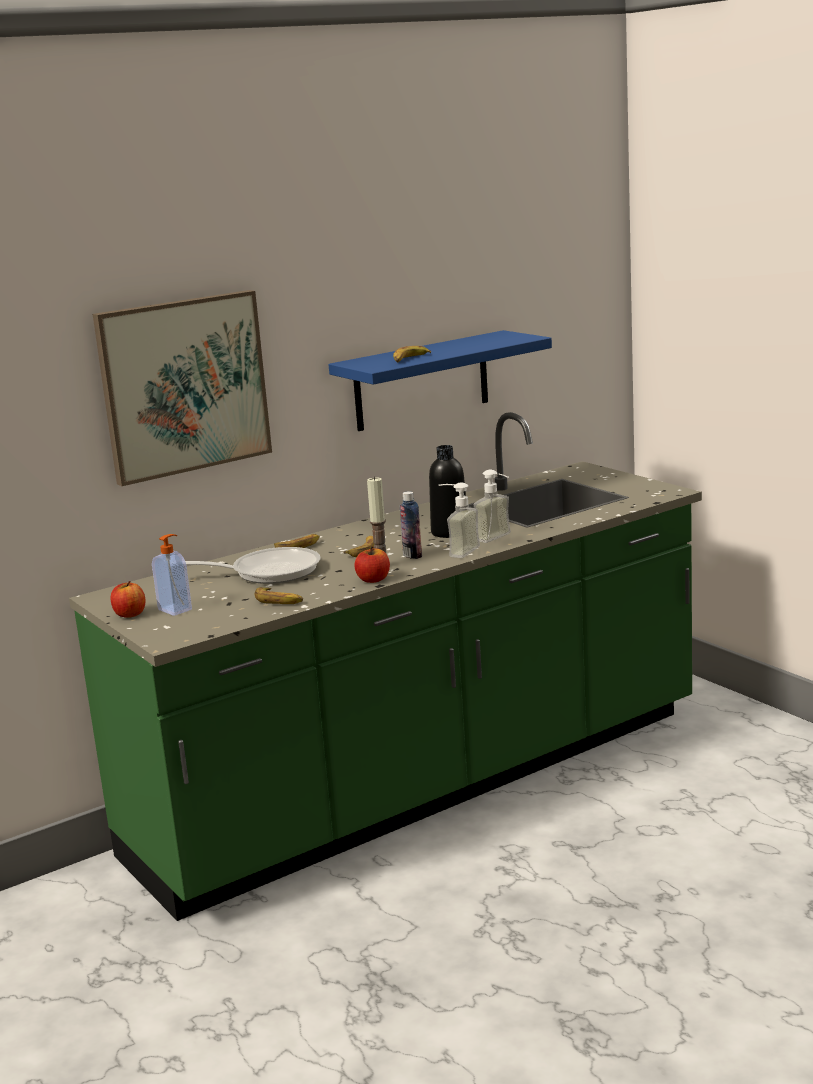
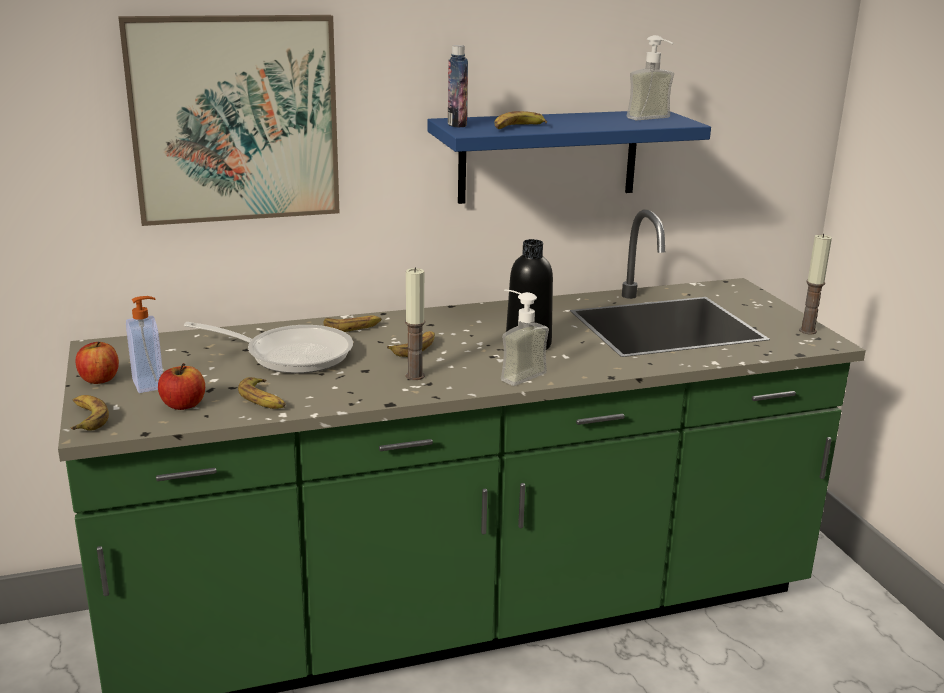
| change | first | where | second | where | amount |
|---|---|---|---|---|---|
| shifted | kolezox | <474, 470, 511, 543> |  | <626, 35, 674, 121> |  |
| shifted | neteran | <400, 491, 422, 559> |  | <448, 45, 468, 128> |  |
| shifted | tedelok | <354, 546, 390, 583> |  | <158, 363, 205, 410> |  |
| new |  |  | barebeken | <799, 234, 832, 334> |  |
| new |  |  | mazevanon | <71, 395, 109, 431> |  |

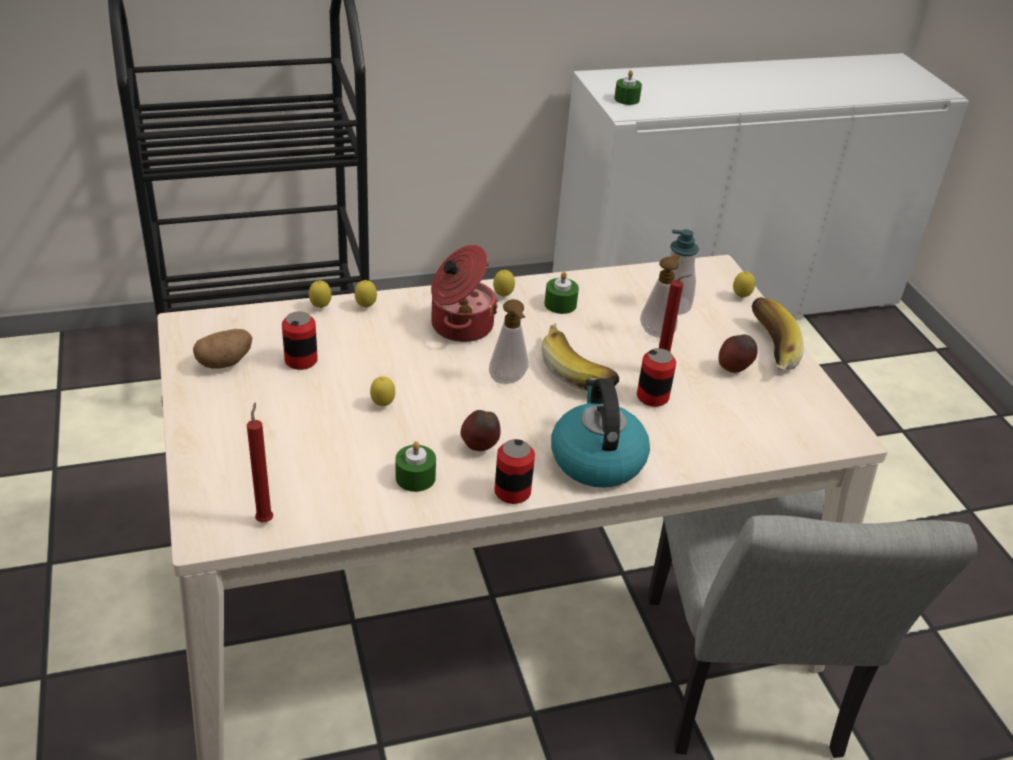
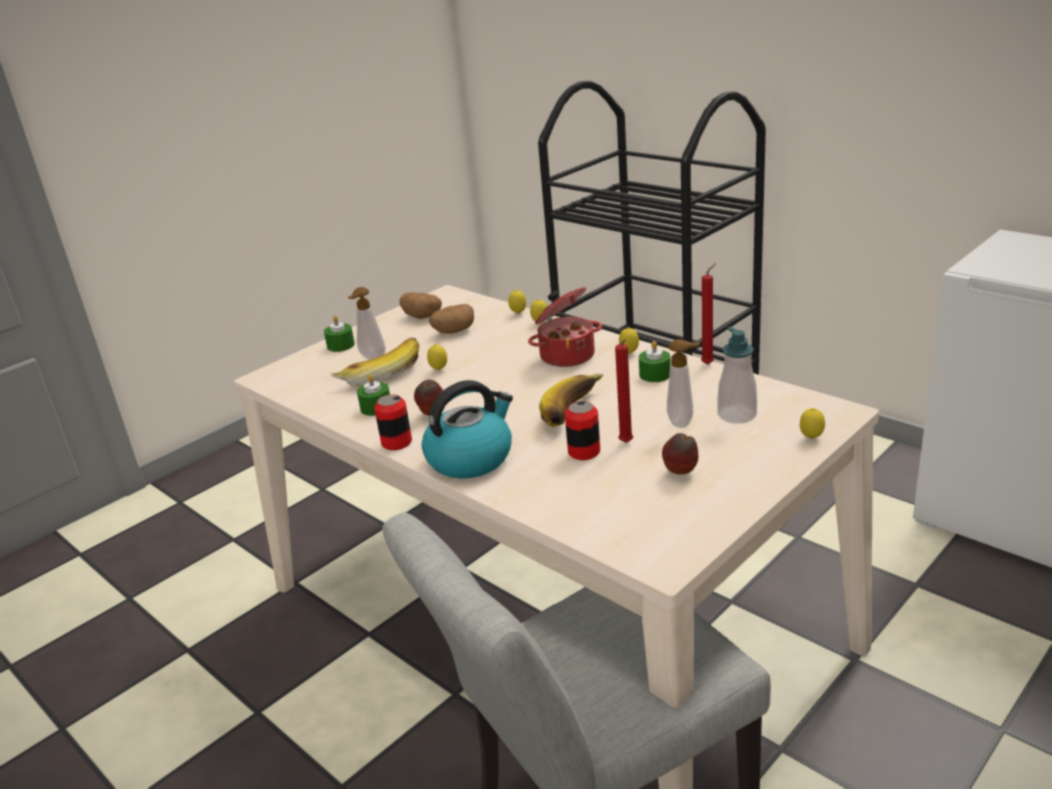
| change | first | where | second | where | amount |
|---|---|---|---|---|---|
| shifted | green_barebeken | <614, 70, 642, 105> |  | <324, 315, 355, 352> |  |
| shifted | mazevanon | <752, 297, 804, 370> |  | <331, 337, 419, 387> |  |
| shifted | kolezox | <489, 299, 529, 384> |  | <348, 287, 386, 360> |  |
| swapped | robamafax | <282, 312, 318, 370> | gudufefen | <429, 304, 474, 334> |  |
| shifted | red_barebeken | <247, 402, 273, 523> |  | <701, 263, 716, 365> |  |

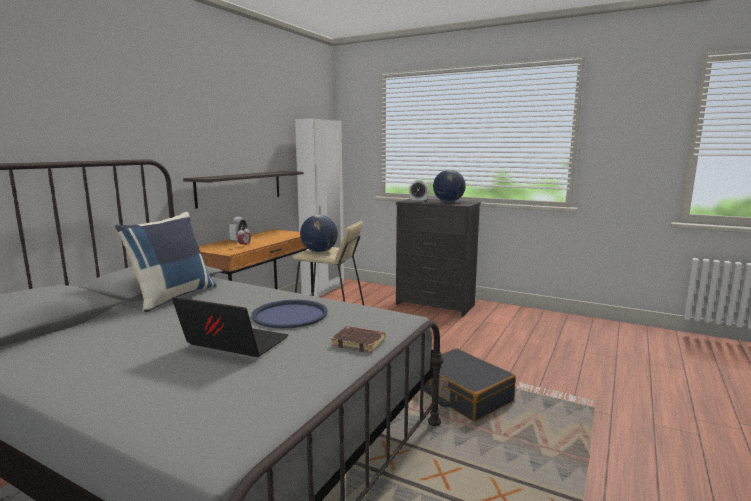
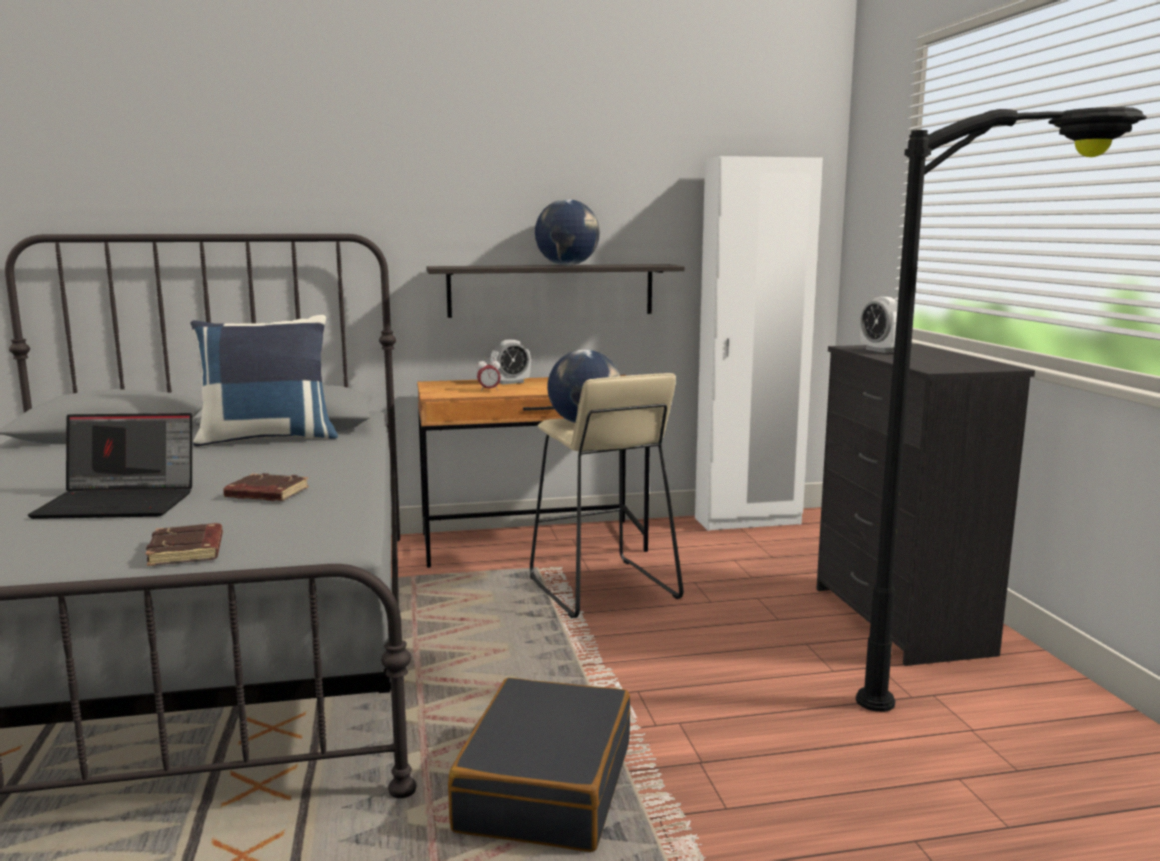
| change | first | where | second | where | amount |
|---|---|---|---|---|---|
| shifted | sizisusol | <433, 170, 466, 202> |  | <535, 199, 600, 266> |  |
| rotated | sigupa | <172, 297, 288, 357> |  | <28, 413, 192, 519> | 105 degrees clockwise |
| swapped | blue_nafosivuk | <251, 300, 328, 328> | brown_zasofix | <223, 473, 309, 501> |  |
| new |  |  | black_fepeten | <856, 107, 1147, 712> |  |

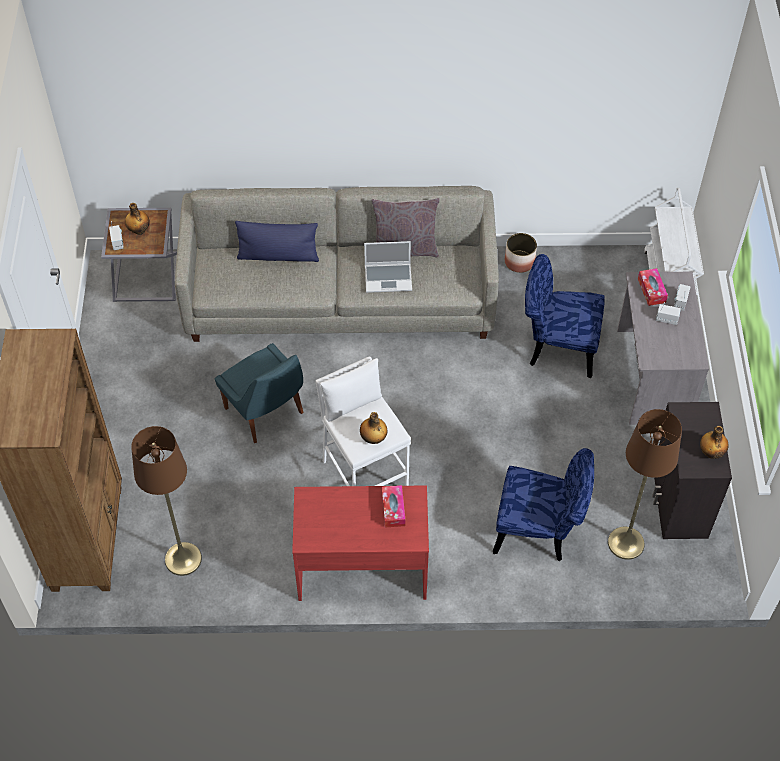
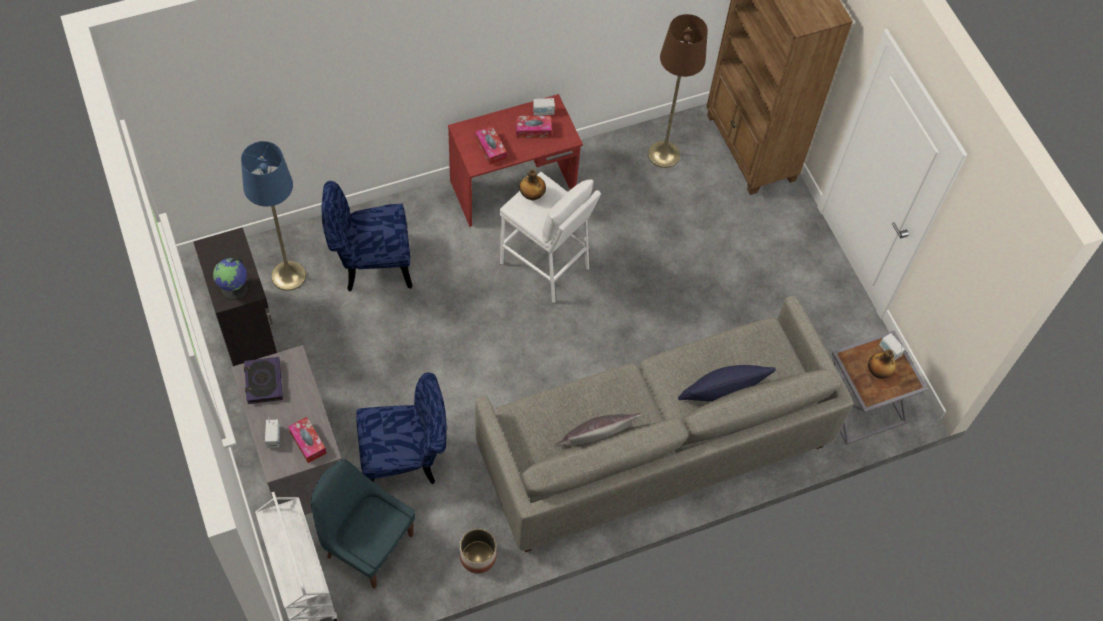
| change | first | where | second | where | amount |
|---|---|---|---|---|---|
| gone | sigupa | <364, 241, 412, 293> |  |  |  |
| shifted | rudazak | <656, 302, 681, 325> |  | <533, 96, 555, 116> |  |
| shifted | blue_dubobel | <215, 343, 303, 443> |  | <310, 459, 415, 589> |  |
| repainted | brown_fepeten | <608, 409, 682, 560> | blue_fepeten | <241, 141, 306, 291> |  |
| gone | neteran | <700, 426, 729, 459> |  |  |  |
| new |  |  | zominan | <516, 115, 552, 138> |  |
| new |  |  | sizisusol | <213, 258, 247, 300> |  |
| new |  |  | zasofix | <244, 357, 283, 404> |  |

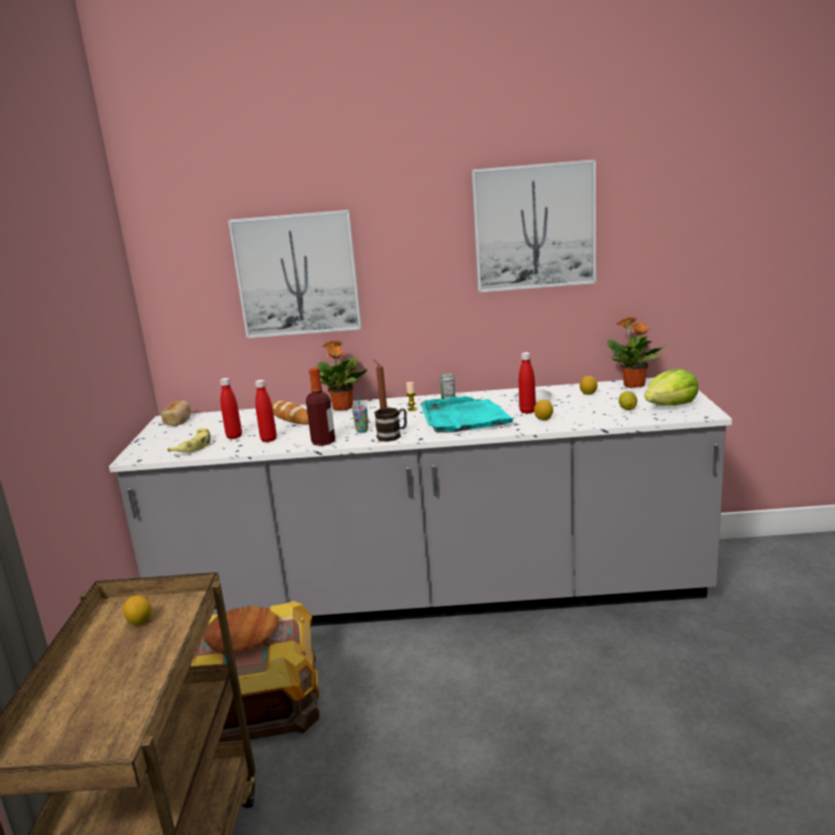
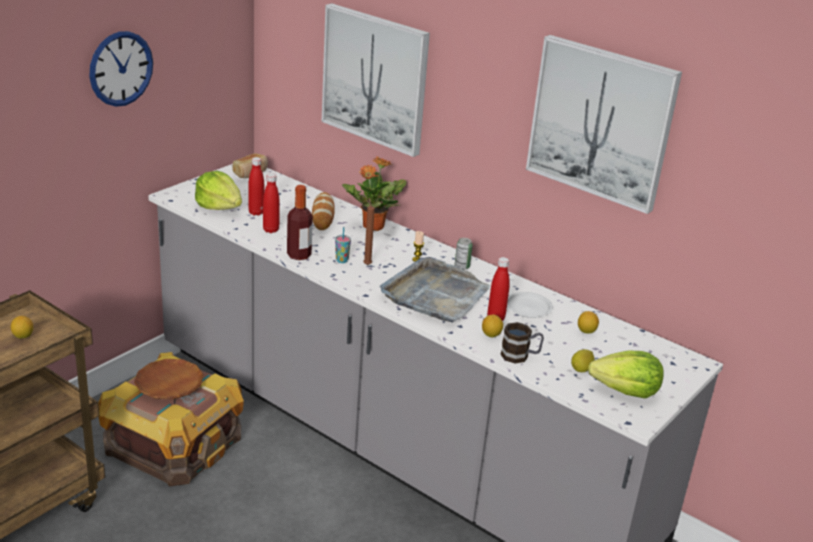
| change | first | where | second | where | amount |
|---|---|---|---|---|---|
| gone | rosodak | <607, 317, 667, 388> |  |  |  |
| repainted | turquoise_nafosivuk | <421, 396, 517, 433> | grey_nafosivuk | <380, 257, 491, 323> |  |
| shifted | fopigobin | <374, 407, 407, 442> |  | <500, 322, 544, 363> |  |
| swapped | mazevanon | <167, 428, 210, 453> | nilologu | <195, 171, 242, 210> |  |
| new |  |  | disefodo | <89, 31, 153, 107> |  |

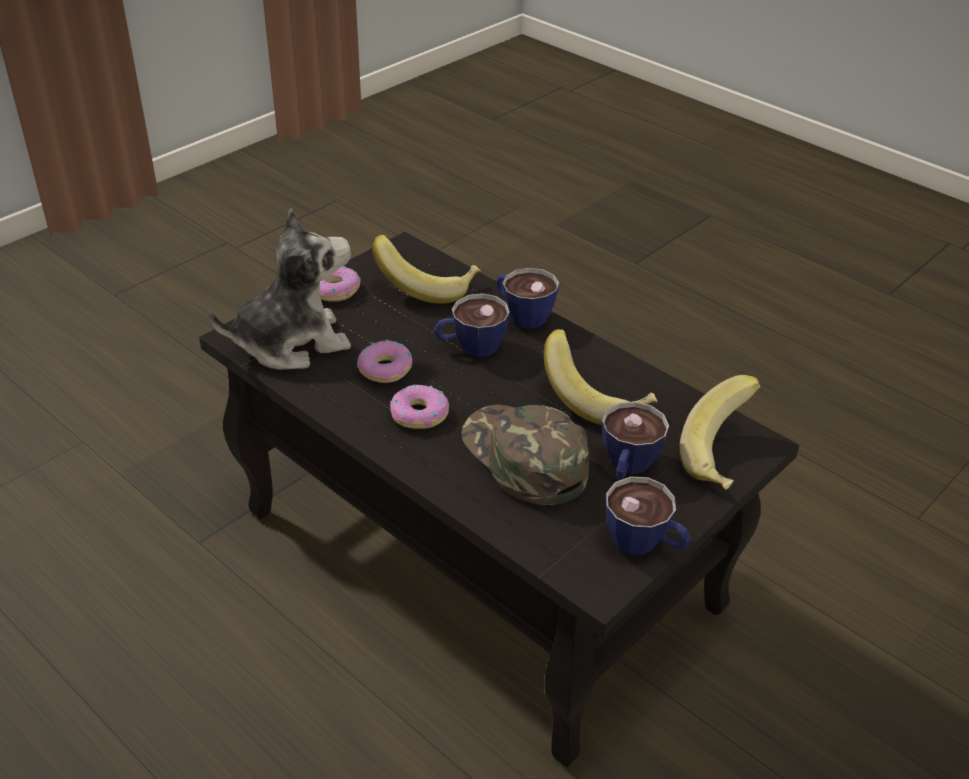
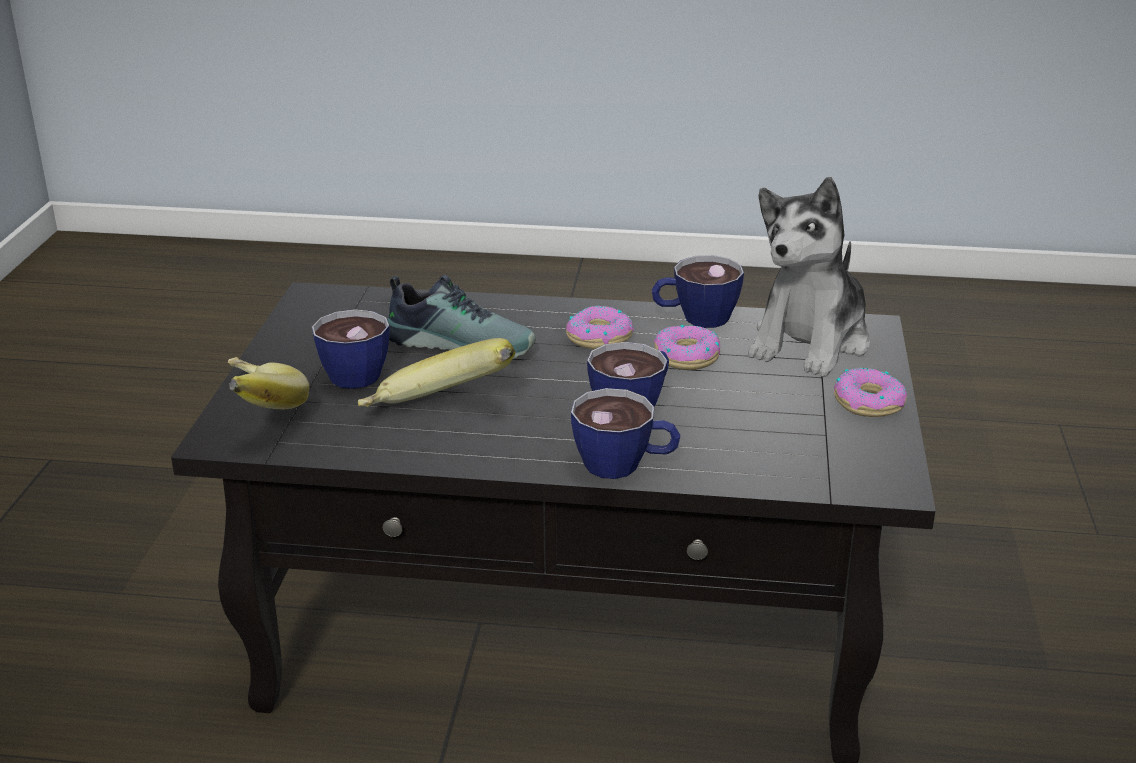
| change | first | where | second | where | amount |
|---|---|---|---|---|---|
| gone | mazevanon | <372, 235, 481, 304> |  |  |  |
| swapped | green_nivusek | <461, 404, 589, 505> | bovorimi | <387, 275, 536, 359> |  |
| shifted | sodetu | <606, 476, 691, 555> |  | <652, 255, 744, 328> |  |

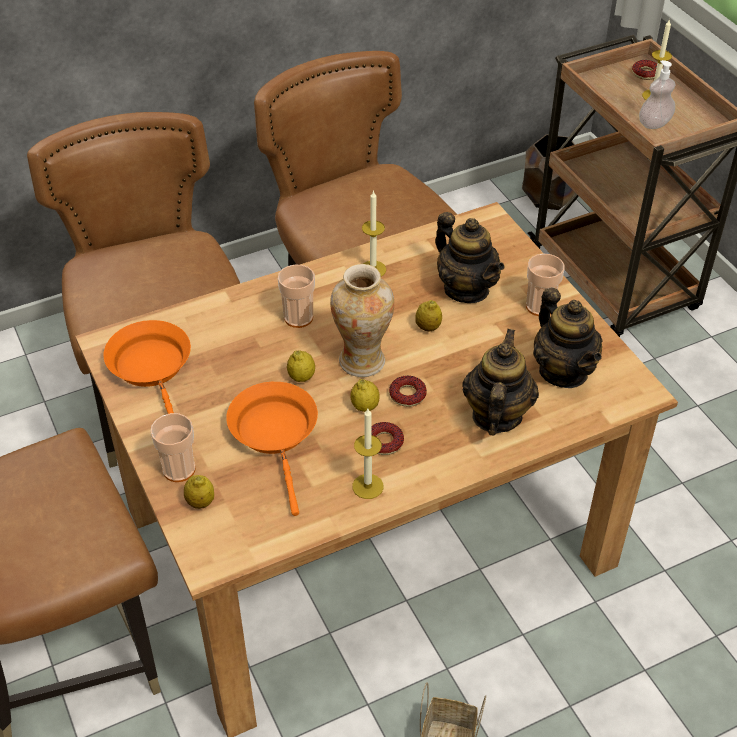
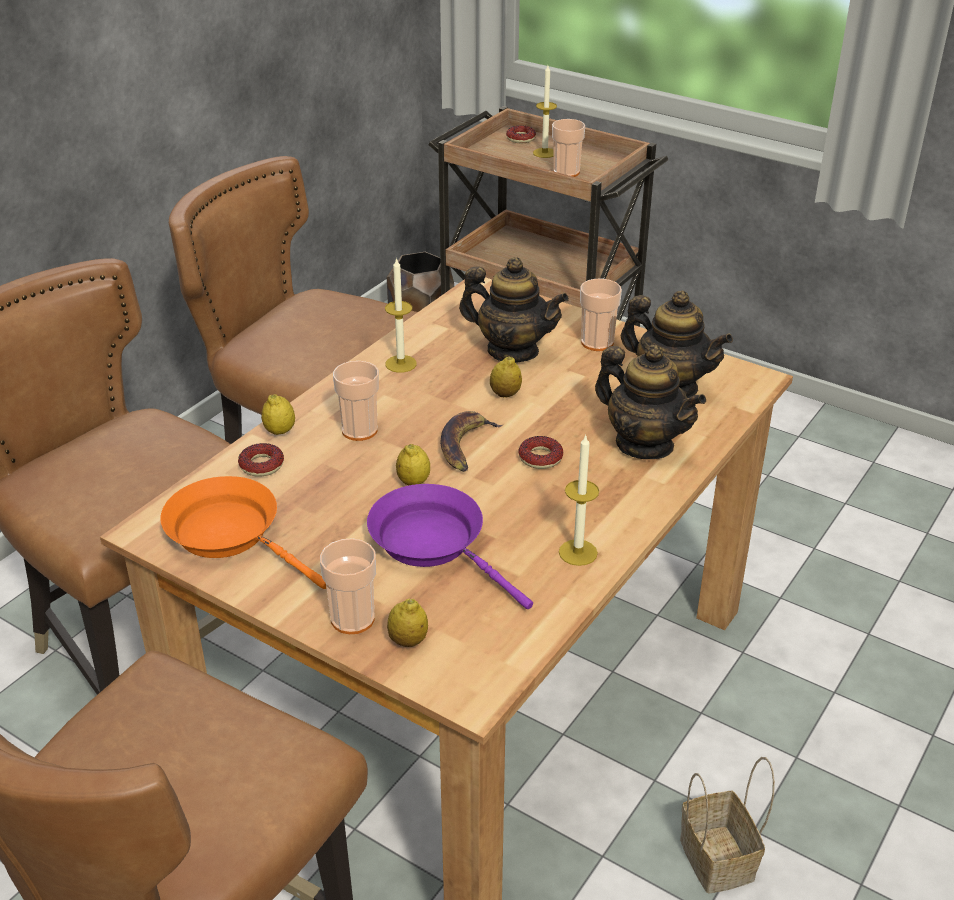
| change | first | where | second | where | amount |
|---|---|---|---|---|---|
| swapped | kolezox | <639, 60, 675, 129> | sodetu | <552, 119, 585, 177> |  |
| swapped | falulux | <330, 264, 394, 377> | mazevanon | <440, 411, 503, 472> |  |
| rotated | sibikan | <462, 329, 539, 436> |  | <595, 345, 706, 459> | 150 degrees clockwise |
| shifted | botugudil | <350, 379, 380, 412> |  | <261, 394, 295, 435> |  |
| repainted | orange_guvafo | <226, 382, 318, 516> | purple_guvafo | <367, 484, 533, 609> |  |
| shifted | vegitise | <371, 422, 404, 455> |  | <238, 443, 284, 477> |  |

